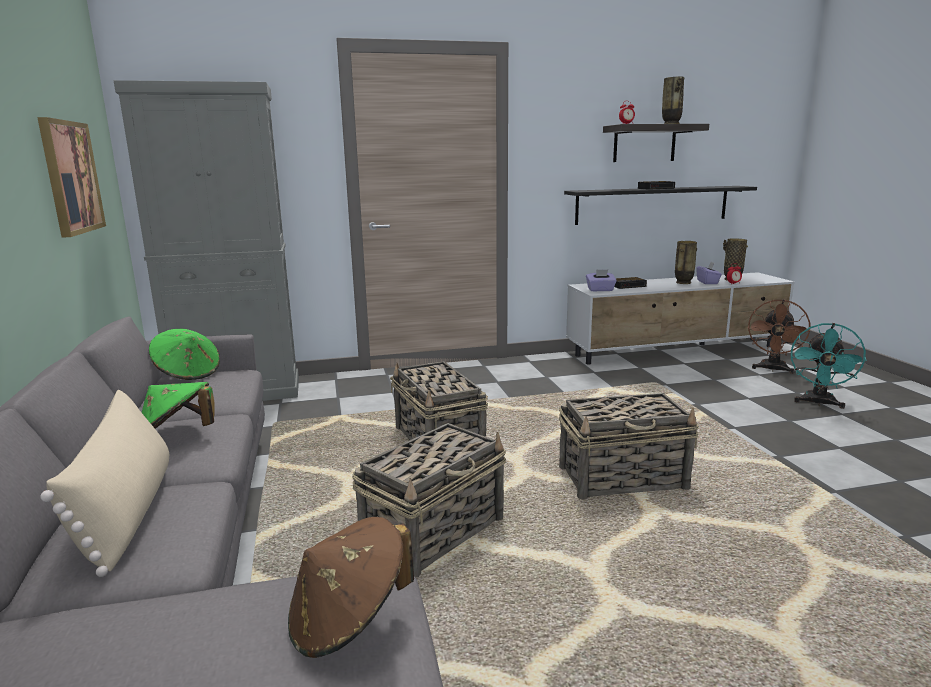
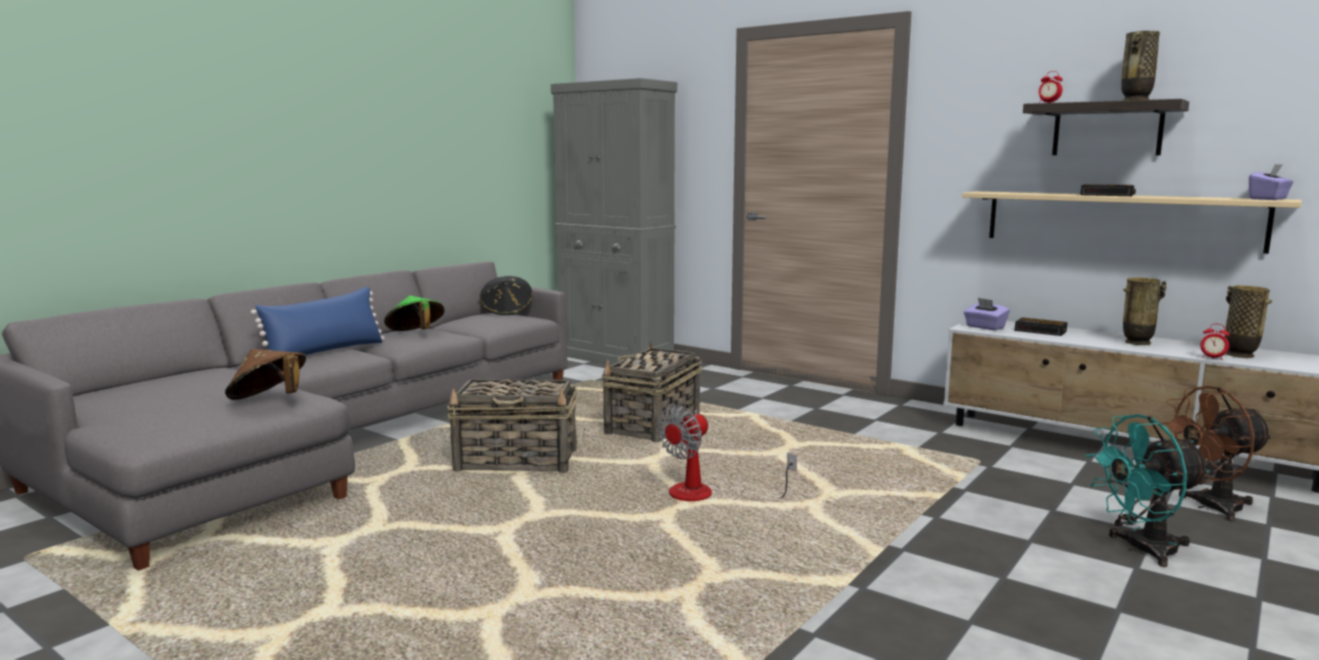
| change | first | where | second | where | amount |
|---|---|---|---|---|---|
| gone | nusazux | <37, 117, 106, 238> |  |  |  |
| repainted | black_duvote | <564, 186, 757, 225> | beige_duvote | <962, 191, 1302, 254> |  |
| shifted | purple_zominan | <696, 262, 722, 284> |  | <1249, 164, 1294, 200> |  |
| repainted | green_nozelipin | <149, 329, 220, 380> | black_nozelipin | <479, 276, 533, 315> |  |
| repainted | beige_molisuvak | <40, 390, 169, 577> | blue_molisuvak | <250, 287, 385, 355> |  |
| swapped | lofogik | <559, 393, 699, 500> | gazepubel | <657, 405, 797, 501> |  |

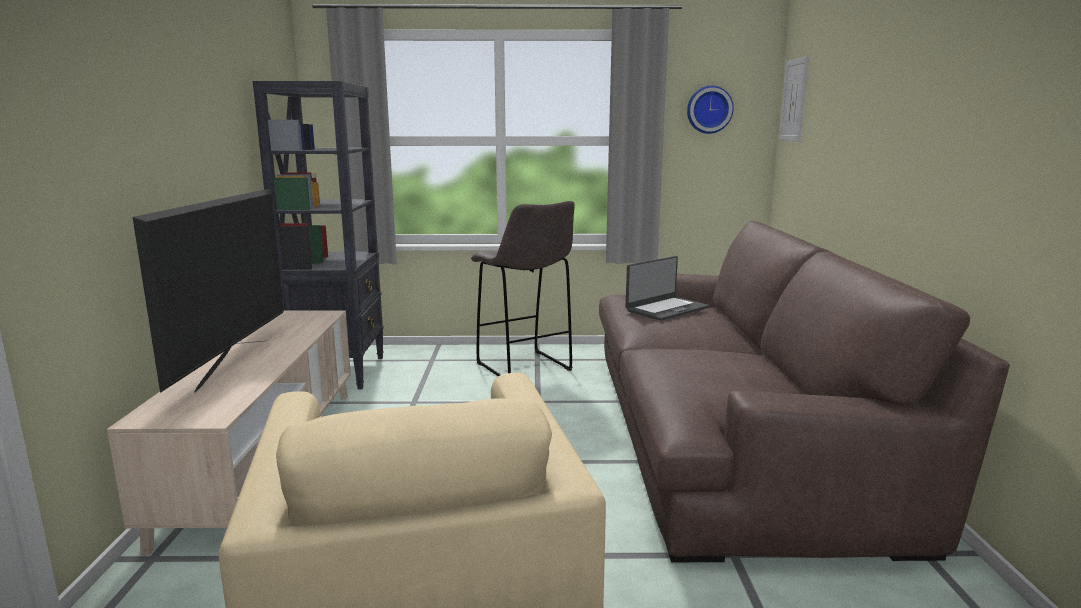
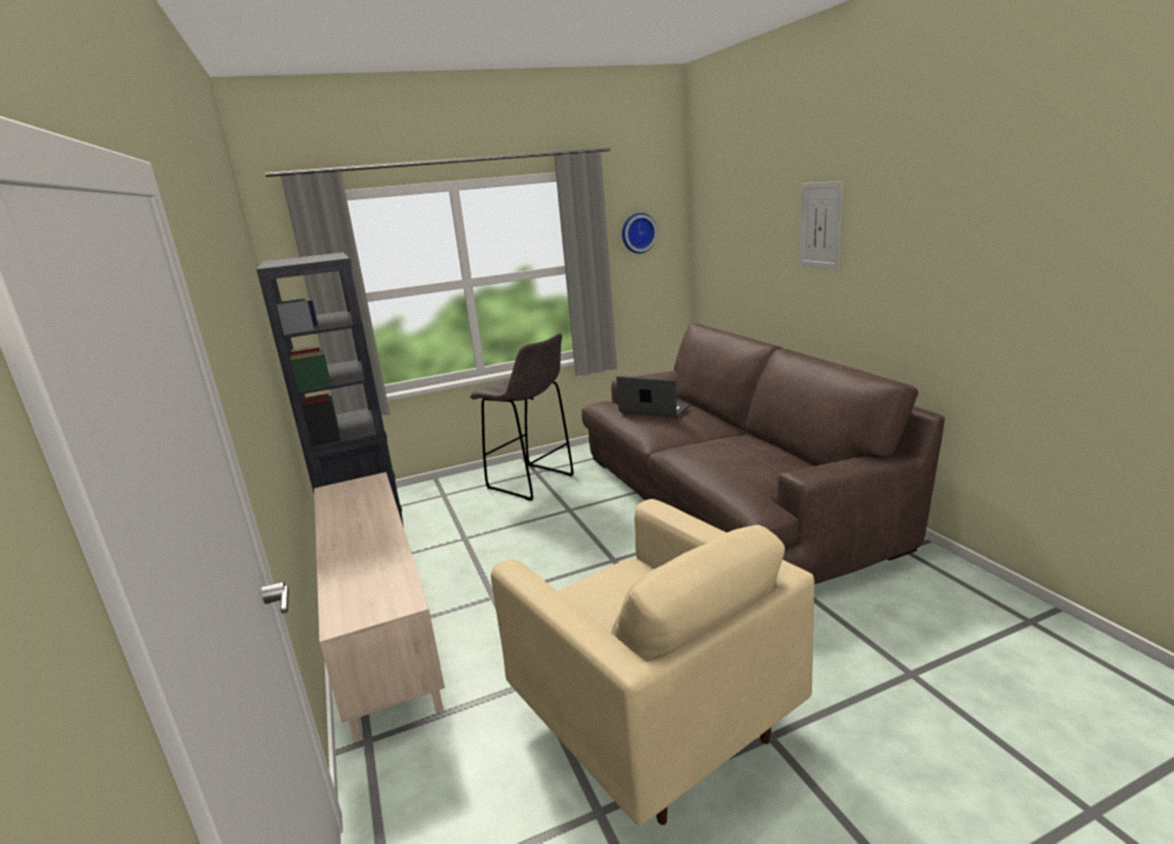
| change | first | where | second | where | amount |
|---|---|---|---|---|---|
| shifted | nusazux | <779, 56, 809, 142> |  | <800, 181, 843, 270> |  |
| gone | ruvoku | <133, 189, 284, 393> |  |  |  |
| rotated | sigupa | <626, 256, 709, 321> |  | <616, 376, 690, 418> | 90 degrees counterclockwise |

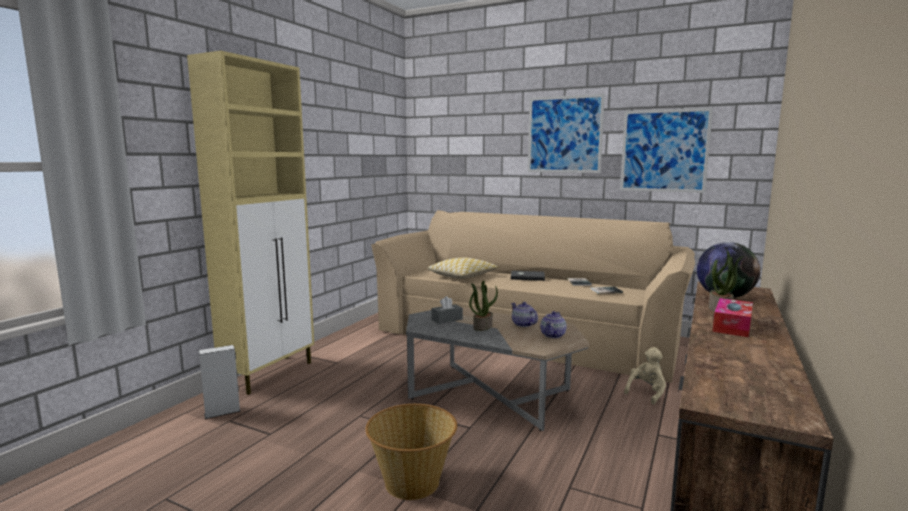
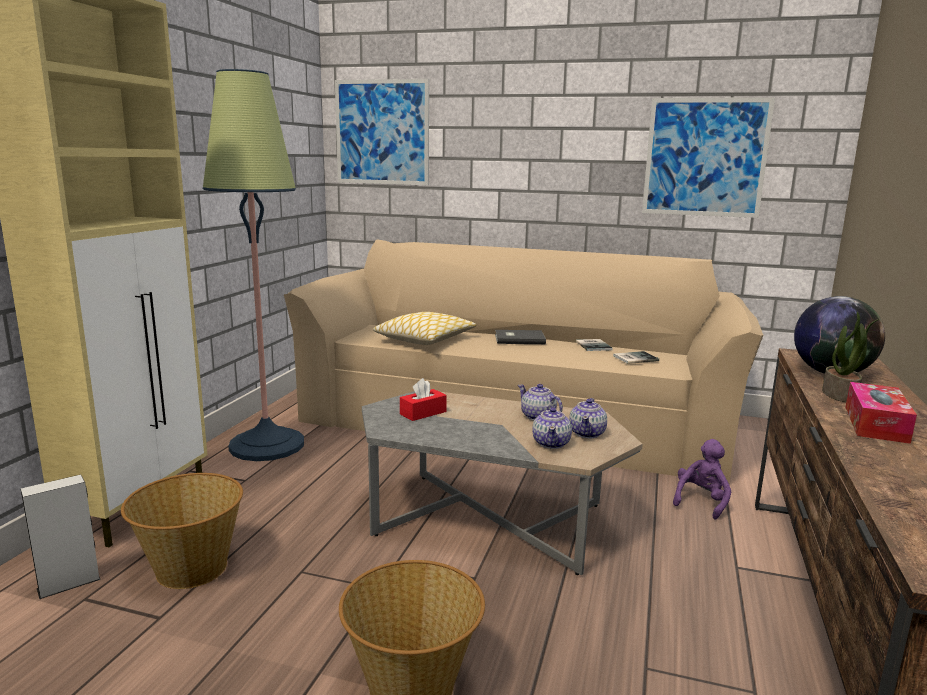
| change | first | where | second | where | amount |
|---|---|---|---|---|---|
| shifted | nusazux | <528, 94, 605, 173> |  | <335, 79, 429, 185> |  |
| gone | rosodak | <469, 280, 498, 331> |  |  |  |
| repainted | grey_zominan | <431, 296, 463, 324> | red_zominan | <400, 378, 447, 421> |  |
| repainted | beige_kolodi | <624, 347, 666, 404> | purple_kolodi | <673, 439, 731, 520> |  |
| new |  |  | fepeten | <203, 69, 304, 461> |  |
| new |  |  | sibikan | <532, 406, 572, 449> |  |
| new |  |  | lofogik | <121, 473, 243, 589> |  |

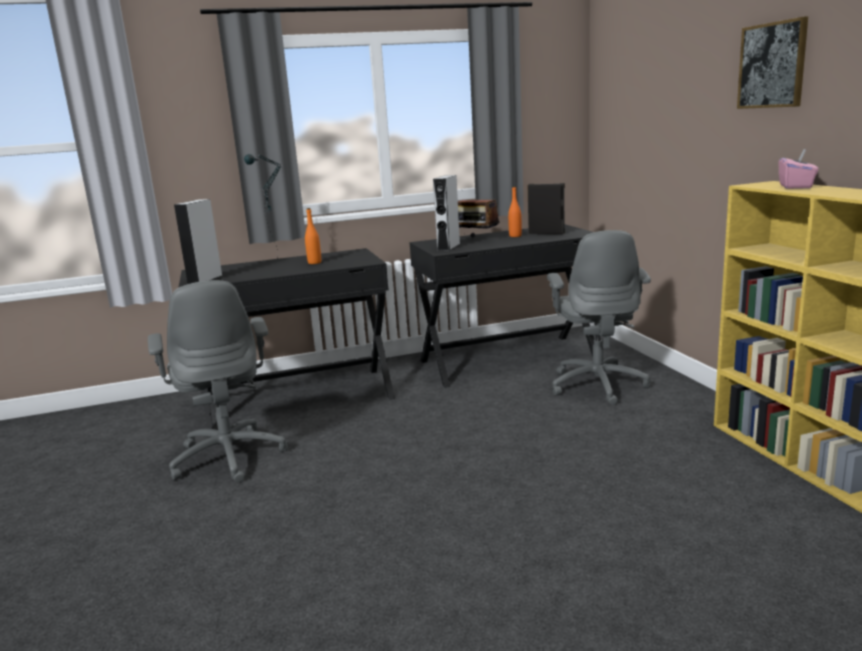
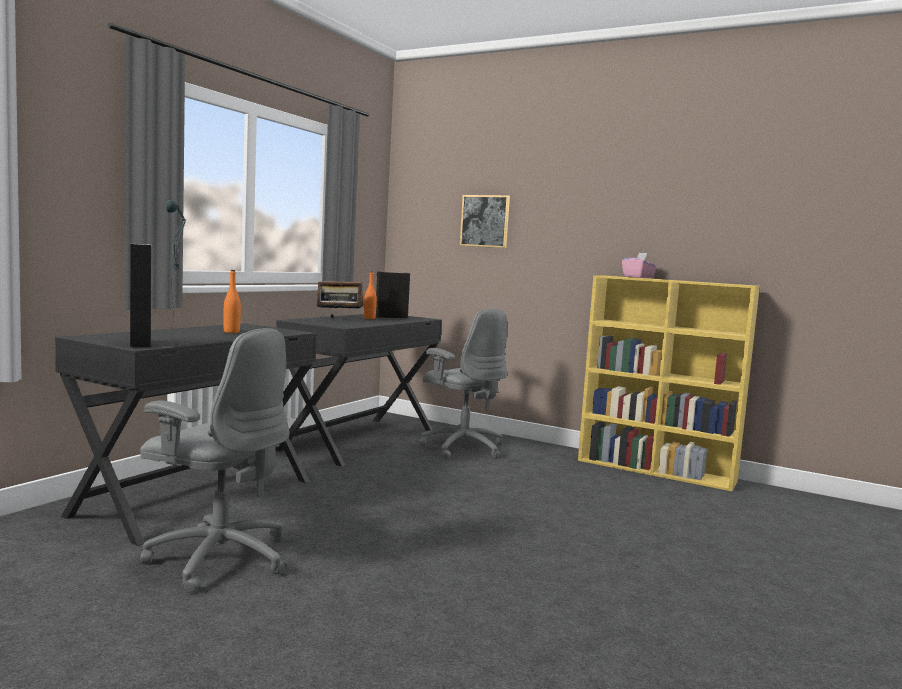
| change | first | where | second | where | amount |
|---|---|---|---|---|---|
| shifted | nusazux | <737, 16, 808, 109> |  | <459, 195, 510, 248> |  |
| gone | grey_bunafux | <433, 175, 460, 251> |  |  |  |

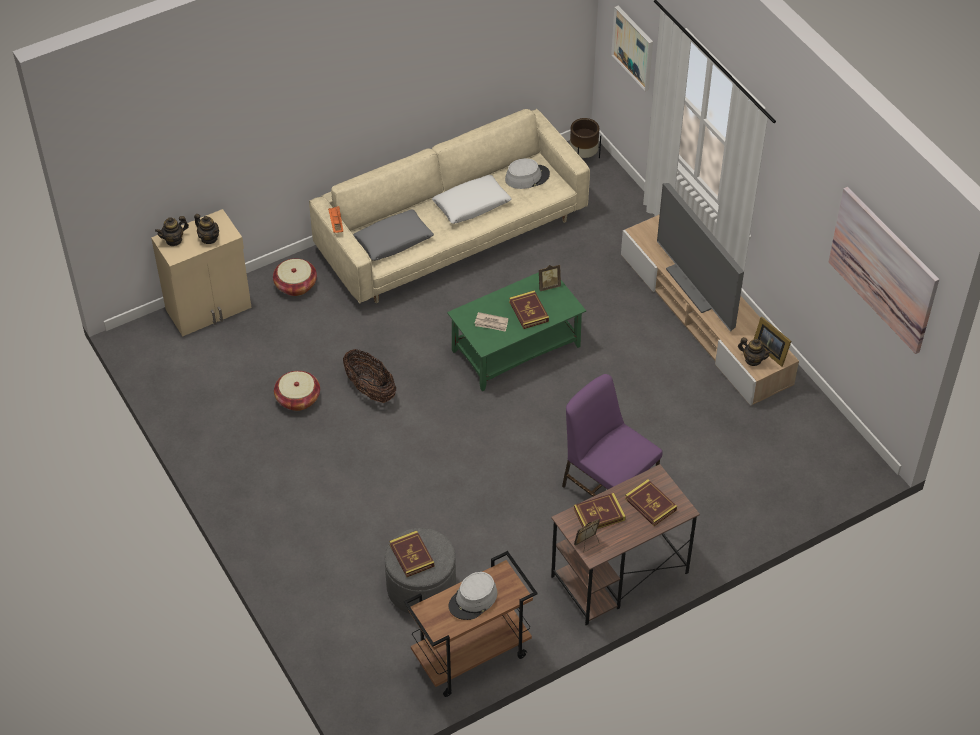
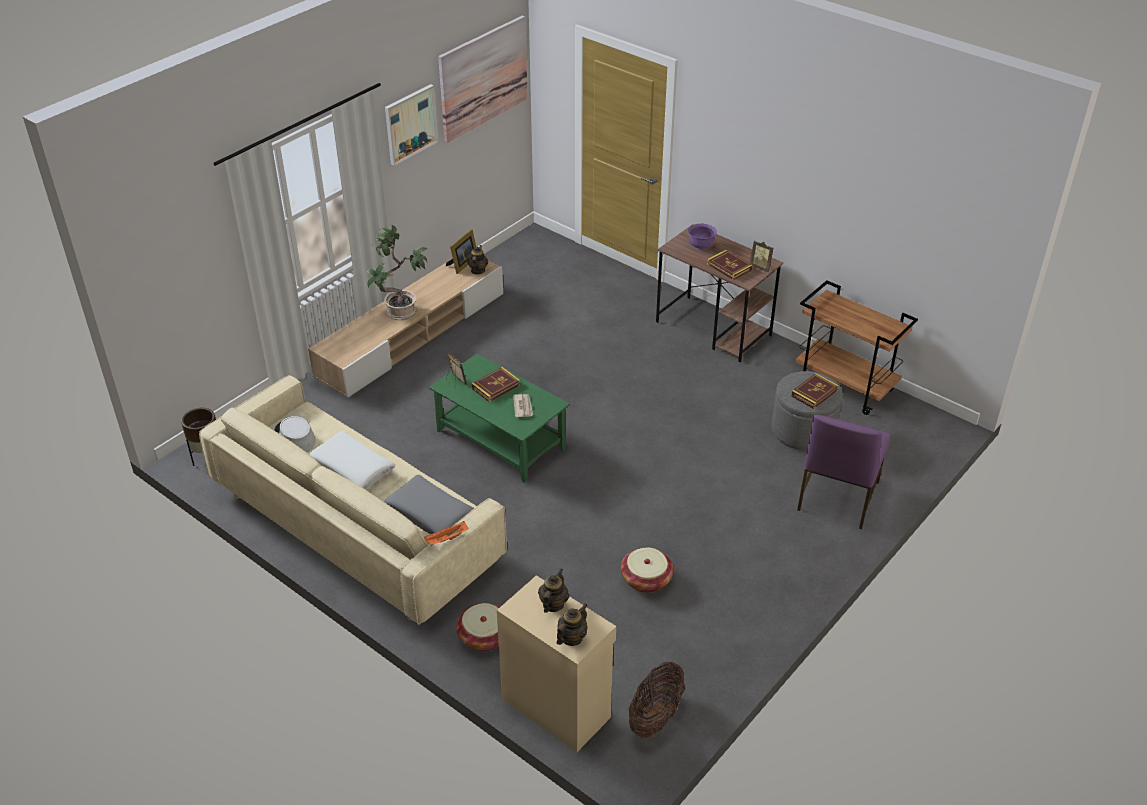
| change | first | where | second | where | amount |
|---|---|---|---|---|---|
| shifted | nusazux | <611, 6, 653, 91> |  | <385, 84, 438, 166> |  |
| swapped | ruvoku | <657, 183, 744, 332> | rosodak | <367, 224, 428, 320> |  |
| rotated | sibikan | <155, 216, 189, 246> |  | <556, 604, 588, 646> | 90 degrees counterclockwise |
| shifted | lofogik | <343, 349, 396, 403> |  | <628, 661, 685, 738> |  |
| shifted | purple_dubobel | <562, 374, 663, 497> |  | <797, 415, 890, 529> |  |
| swapped | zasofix | <625, 479, 677, 526> | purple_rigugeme | <688, 224, 717, 250> |  |
| gone | grey_nozelipin | <449, 572, 497, 620> |  |  |  |

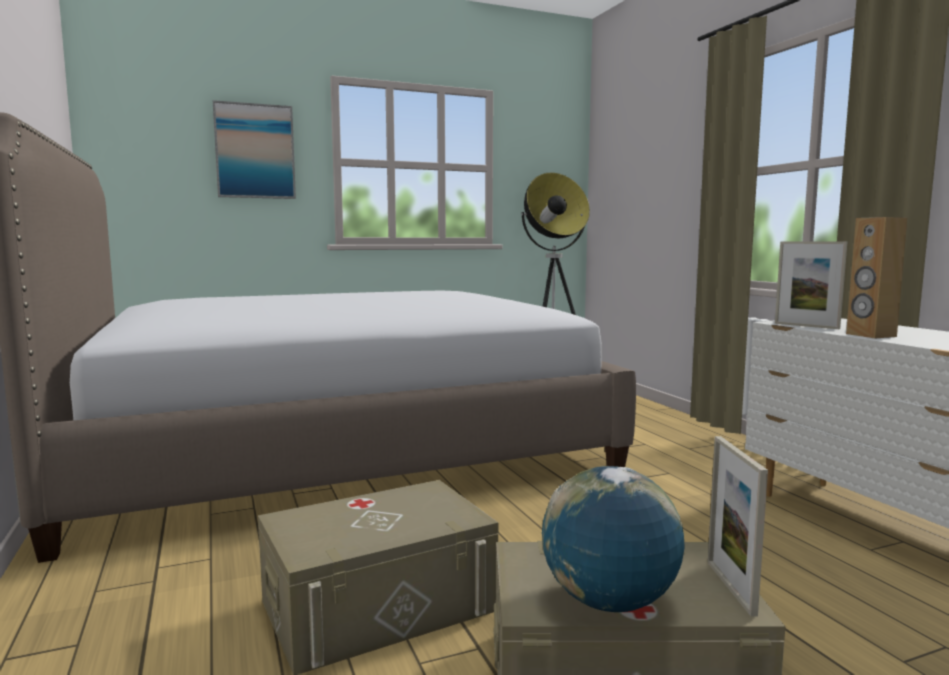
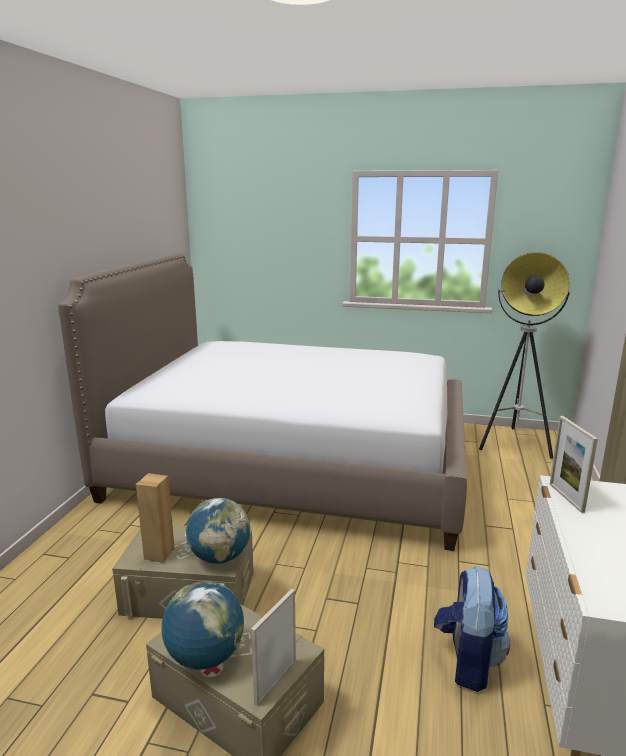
| change | first | where | second | where | amount |
|---|---|---|---|---|---|
| gone | nusazux | <213, 100, 296, 199> |  |  |  |
| shifted | brown_bunafux | <846, 217, 907, 339> |  | <136, 473, 175, 563> |  |
| new |  |  | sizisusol | <186, 498, 250, 564> |  |
| new |  |  | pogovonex | <434, 566, 510, 692> |  |

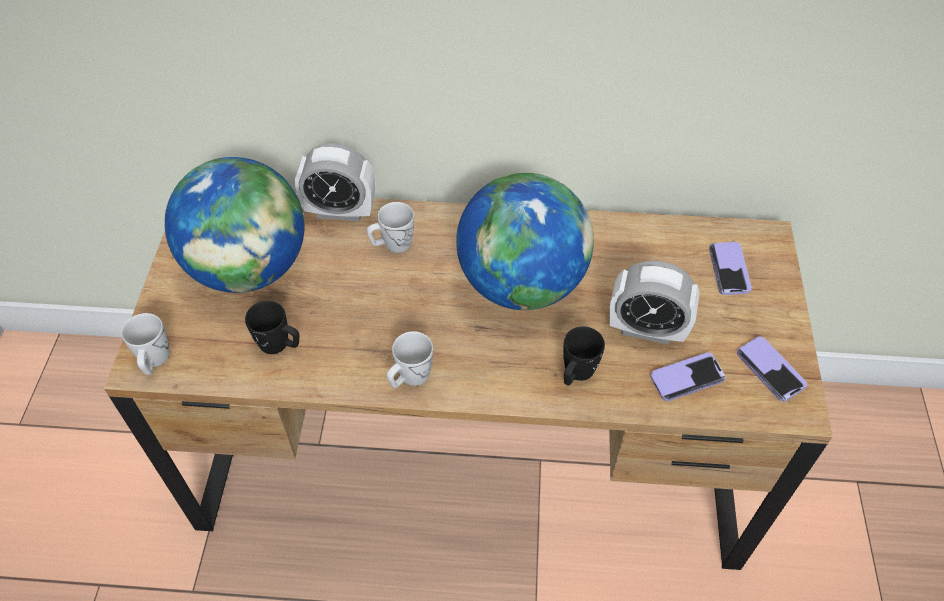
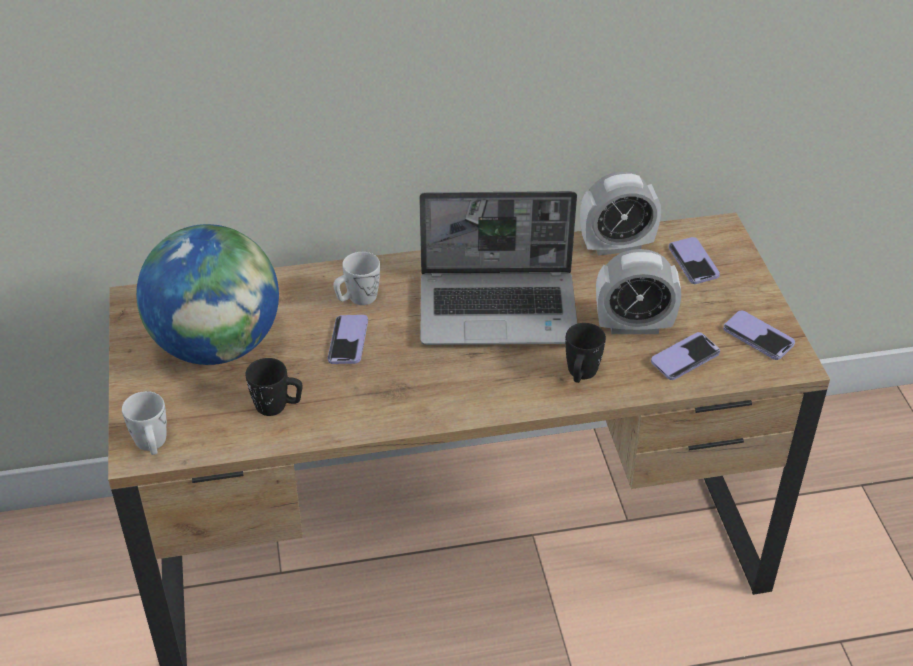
| change | first | where | second | where | amount |
|---|---|---|---|---|---|
| shifted | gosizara | <295, 143, 375, 221> |  | <580, 172, 661, 256> |  |
| swapped | sizisusol | <456, 173, 594, 310> | sigupa | <419, 191, 578, 345> |  |
| gone | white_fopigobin | <387, 331, 433, 388> |  |  |  |
| new |  |  | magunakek | <328, 315, 368, 364> |  |

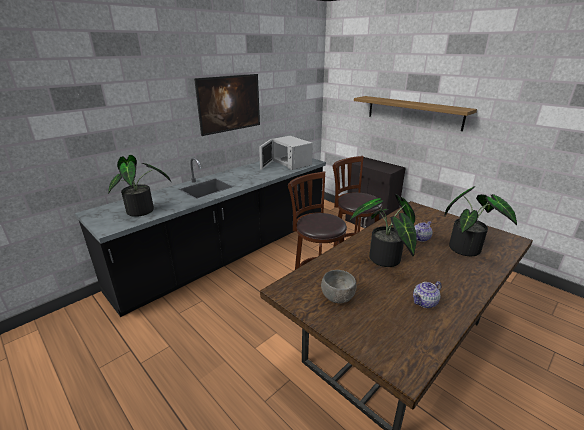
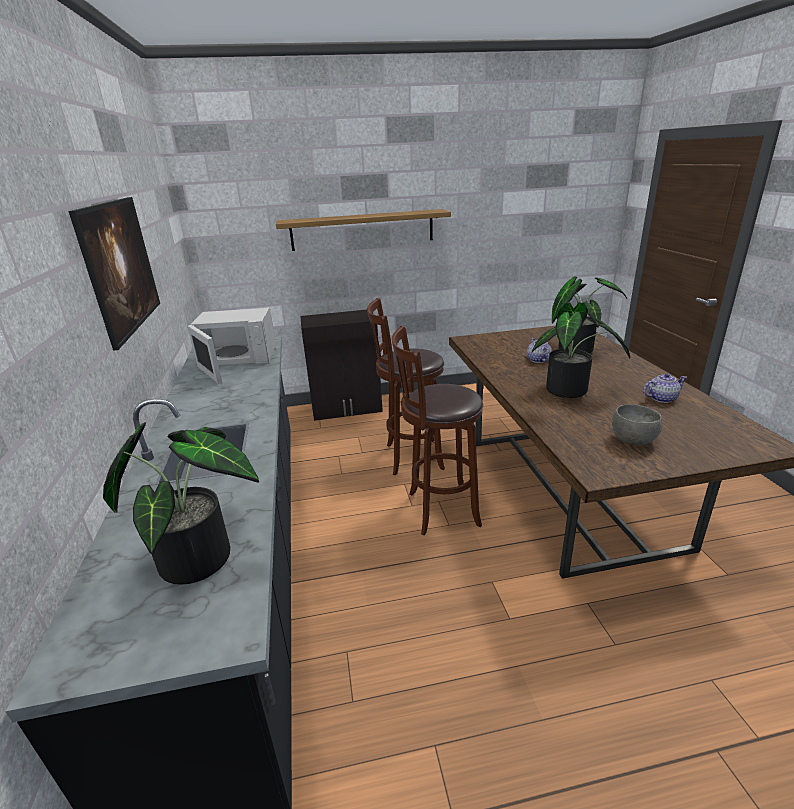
| change | first | where | second | where | amount |
|---|---|---|---|---|---|
| rotated | sibikan | <413, 281, 442, 308> |  | <643, 373, 687, 403> | 105 degrees counterclockwise |

